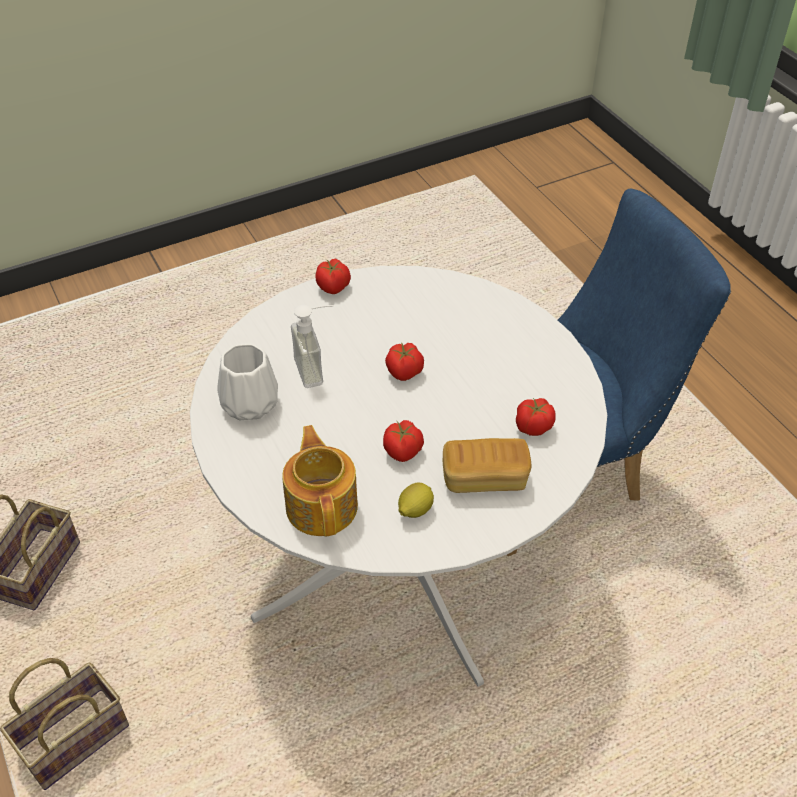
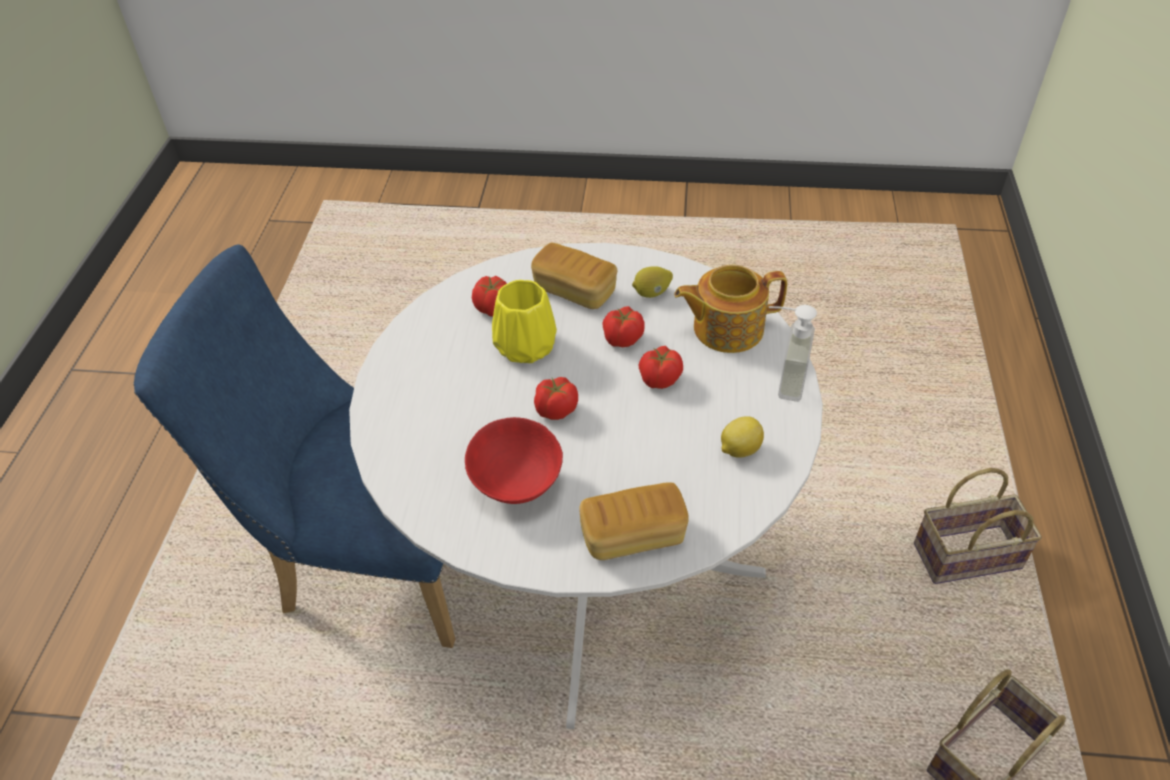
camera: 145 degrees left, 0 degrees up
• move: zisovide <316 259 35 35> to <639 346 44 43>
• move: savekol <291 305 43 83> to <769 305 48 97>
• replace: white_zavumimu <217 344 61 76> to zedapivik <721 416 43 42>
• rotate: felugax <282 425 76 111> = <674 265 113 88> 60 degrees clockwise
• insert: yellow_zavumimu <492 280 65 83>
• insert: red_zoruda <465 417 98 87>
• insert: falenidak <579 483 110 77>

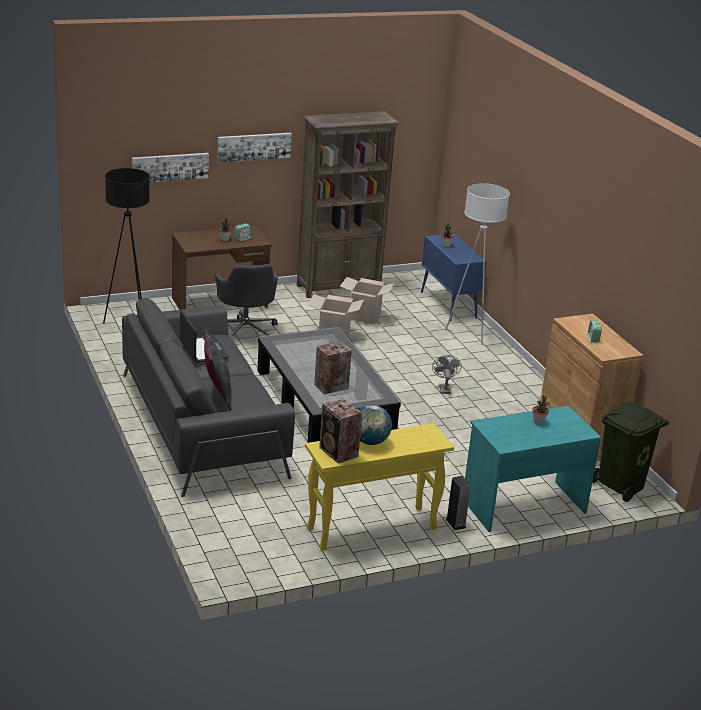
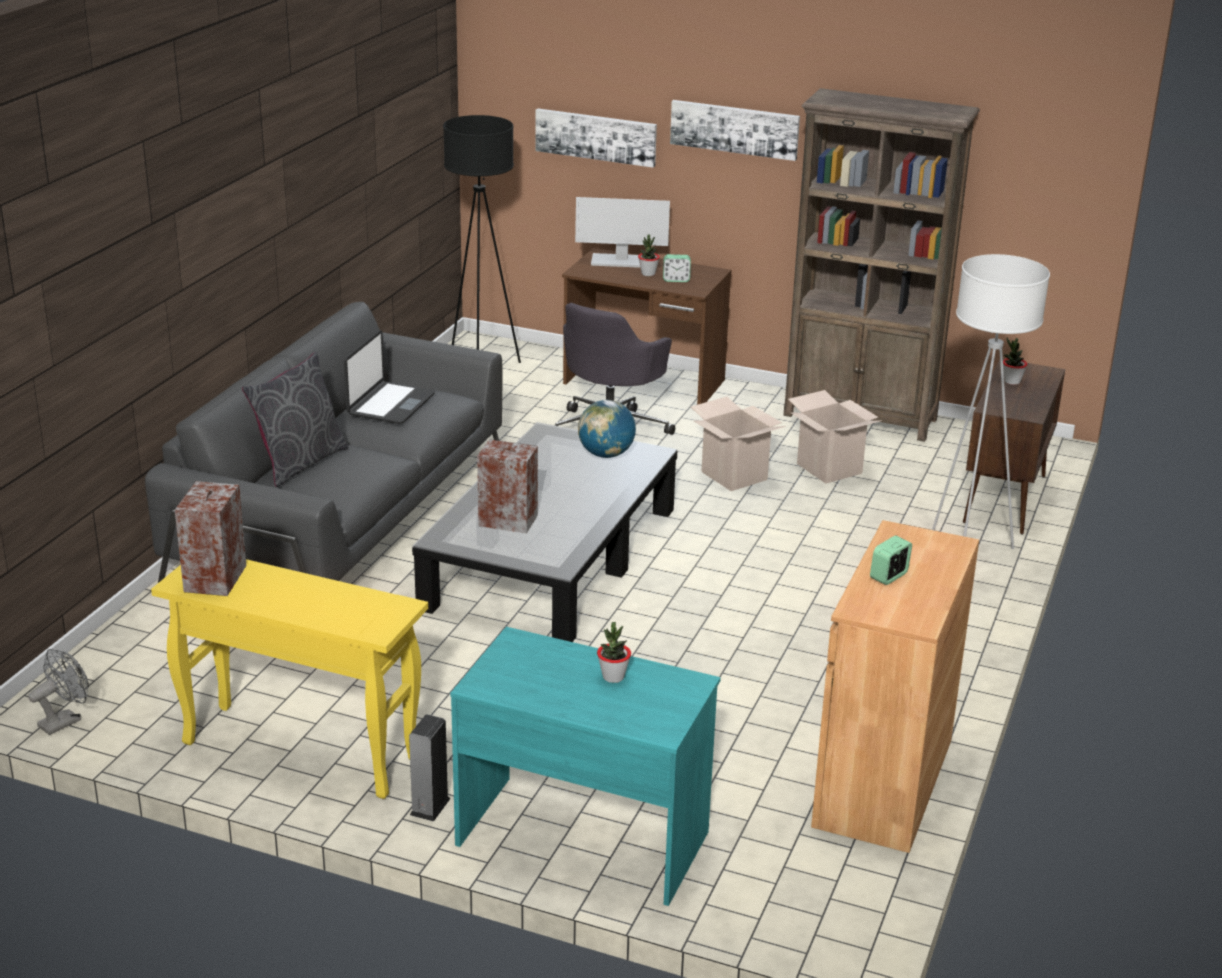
camera: 45 degrees right, 0 degrees up
• recolor: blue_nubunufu <421 233 66 89> to brown_nubunufu <963 359 102 176>
• move: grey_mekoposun <432 355 30 39> to <28 649 61 86>
• delete: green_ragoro <592 402 77 100>
• move: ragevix <359 405 33 40> to <578 400 58 58>
• insert: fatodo <575 197 95 71>

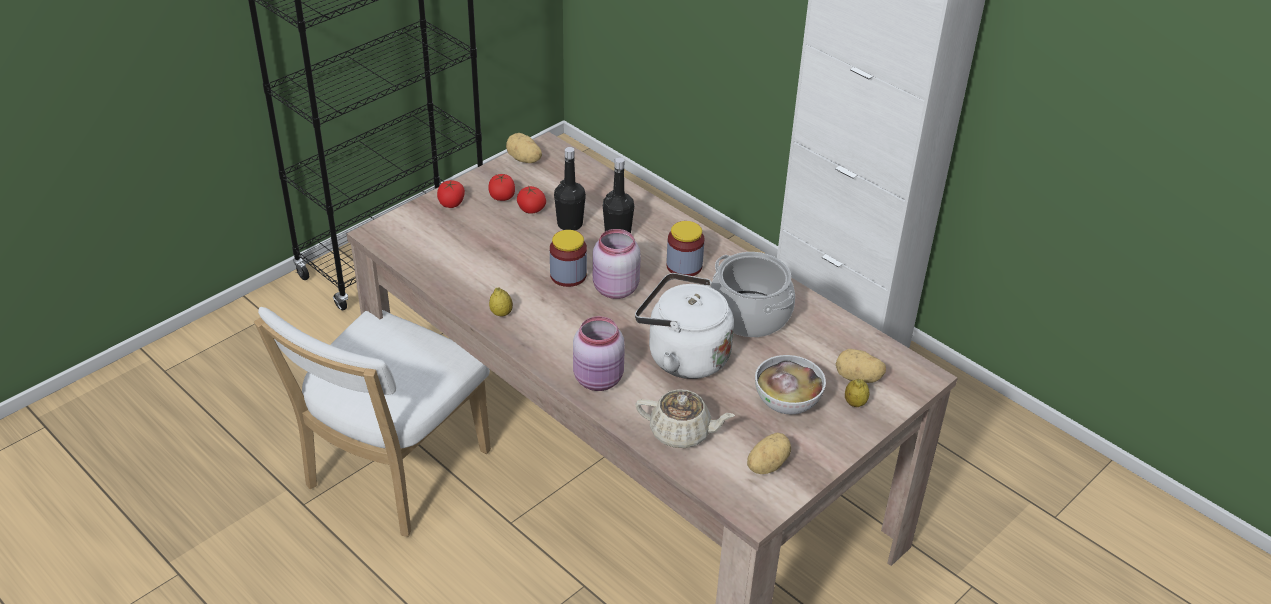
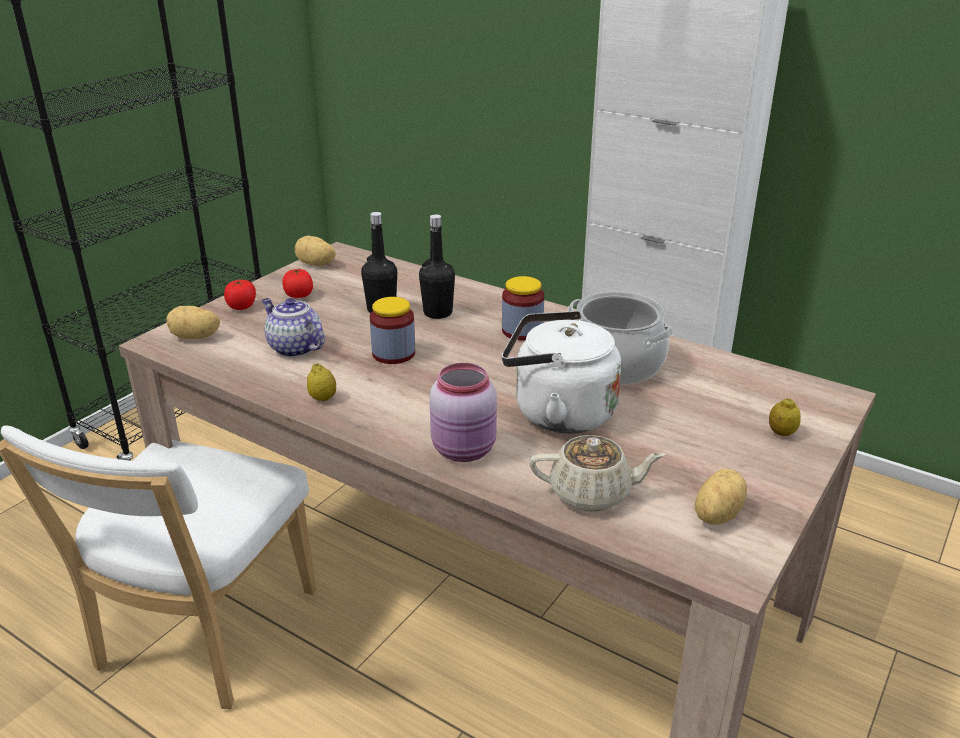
camera: 10 degrees left, 10 degrees down
• delete: zisovide <517 185 29 29>
• delete: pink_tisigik <593 229 48 70>
• move: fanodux <836 349 50 34> to <167 306 53 33>
• delete: zoruda <755 355 71 59>
• insert: felugax <262 298 63 59>

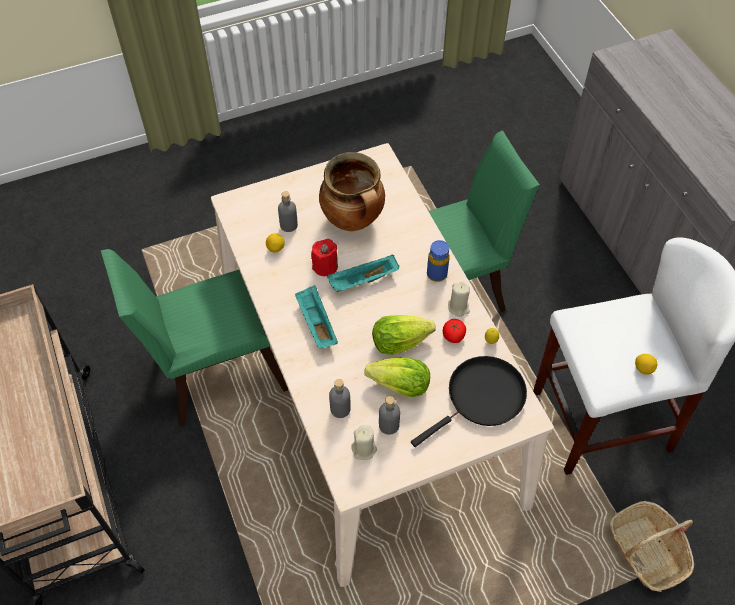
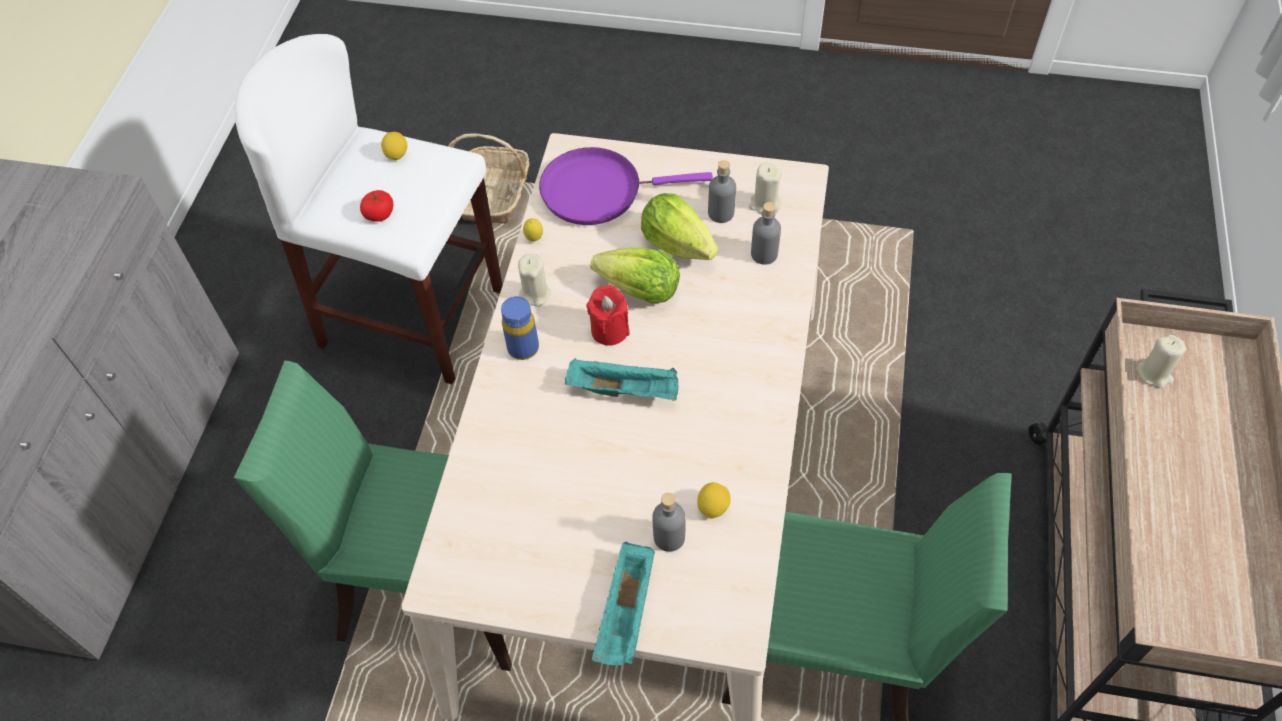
camera: 145 degrees left, 0 degrees up
• delete: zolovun <319 152 66 79>
• move: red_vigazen <311 239 27 38> to <586 285 44 61>
• move: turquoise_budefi <295 285 43 63> to <592 542 63 123>
• move: zisovide <443 319 23 24> to <360 190 33 32>
• recolor: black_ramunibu <411 356 116 91> to purple_ramunibu <539 147 174 78>
• insert: beige_vigazen <1137 334 49 54>

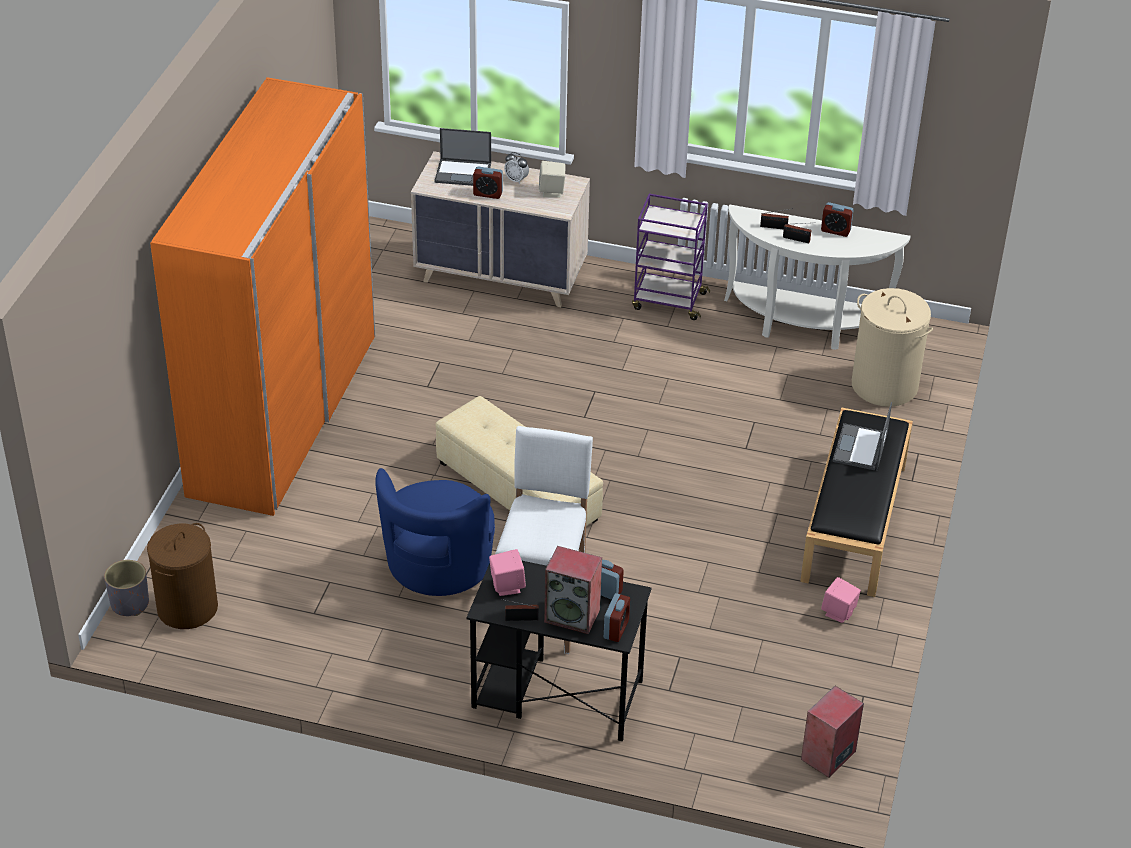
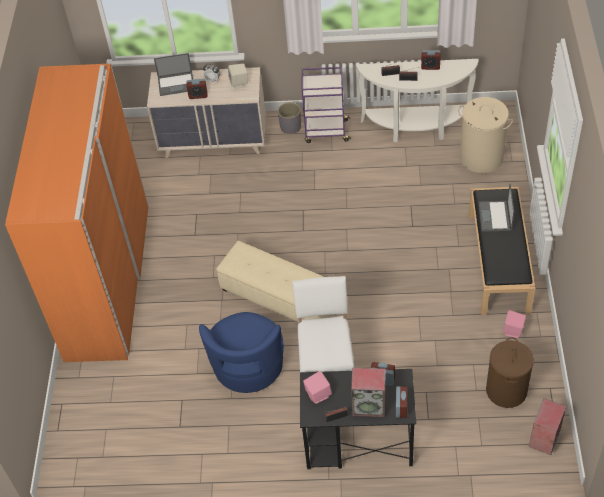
camera: 10 degrees left, 10 degrees up
• move: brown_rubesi <147 523 71 106> to <486 337 48 71>
• move: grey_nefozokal <104 560 45 56> to <278 102 23 32>

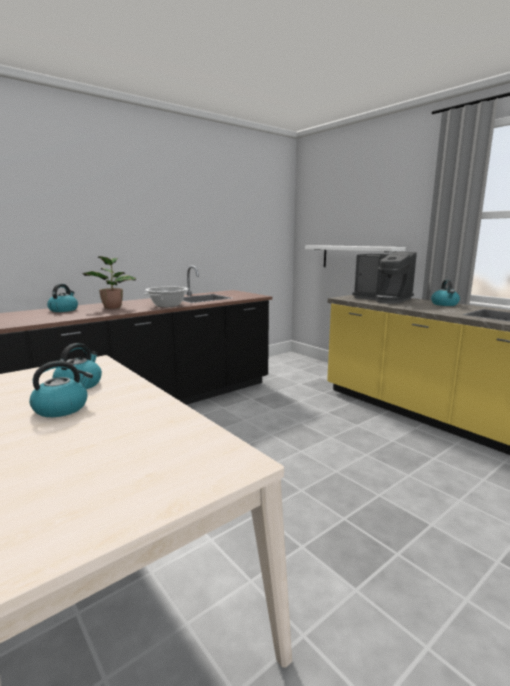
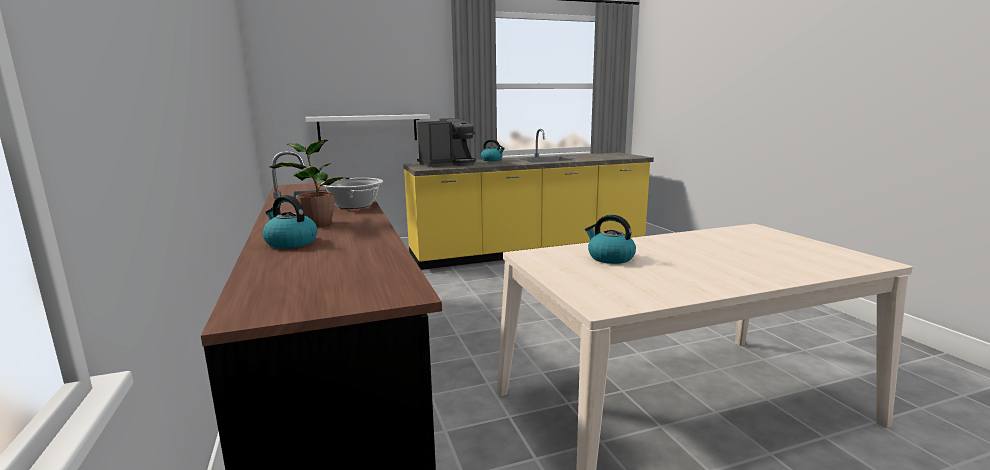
camera: 70 degrees left, 0 degrees up
• delete: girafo <30 361 63 56>

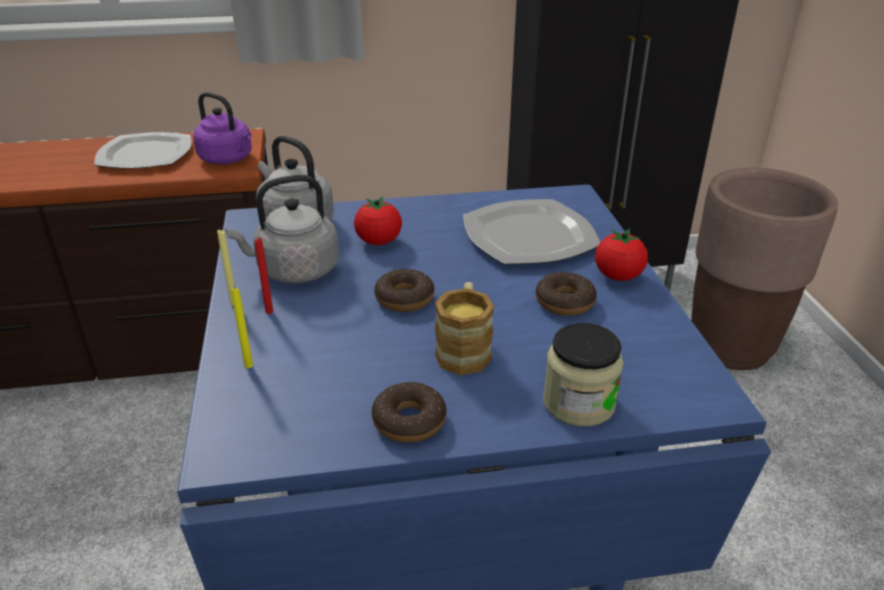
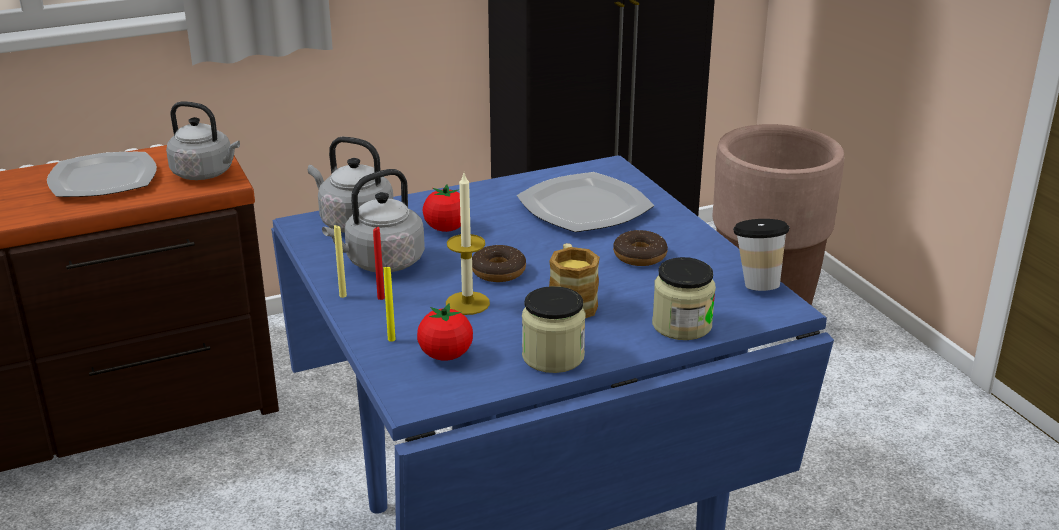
camera: 15 degrees left, 5 degrees down
• recolor: purple_girafo <193 92 59 72> to grey_girafo <166 101 74 79>
• move: zisovide <595 229 53 52> to <417 303 56 58>
• replace: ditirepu <372 381 74 62> to tisigik <522 286 64 87>
• insert: vigazen <446 173 44 142>
• insert: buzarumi <733 219 56 72>

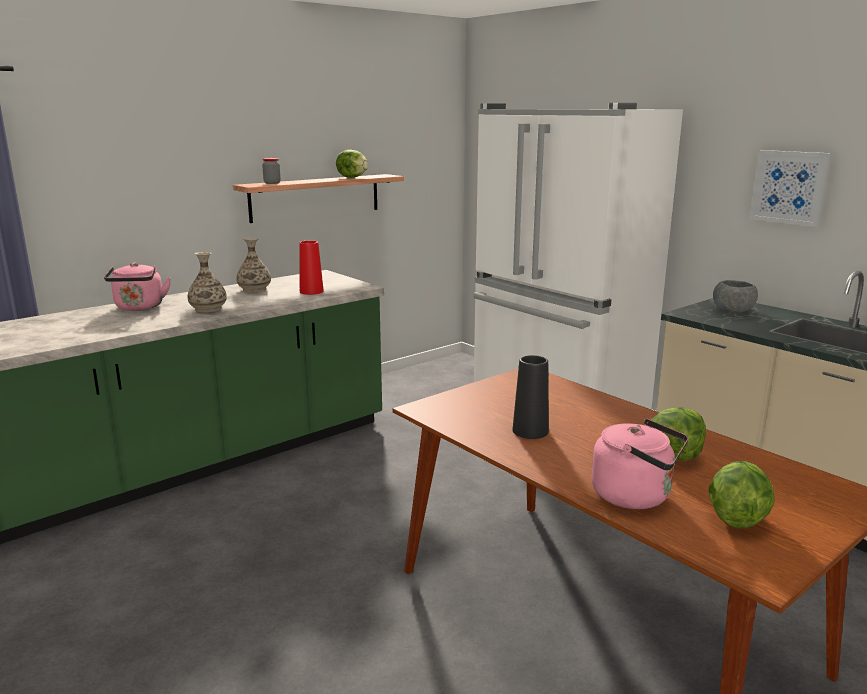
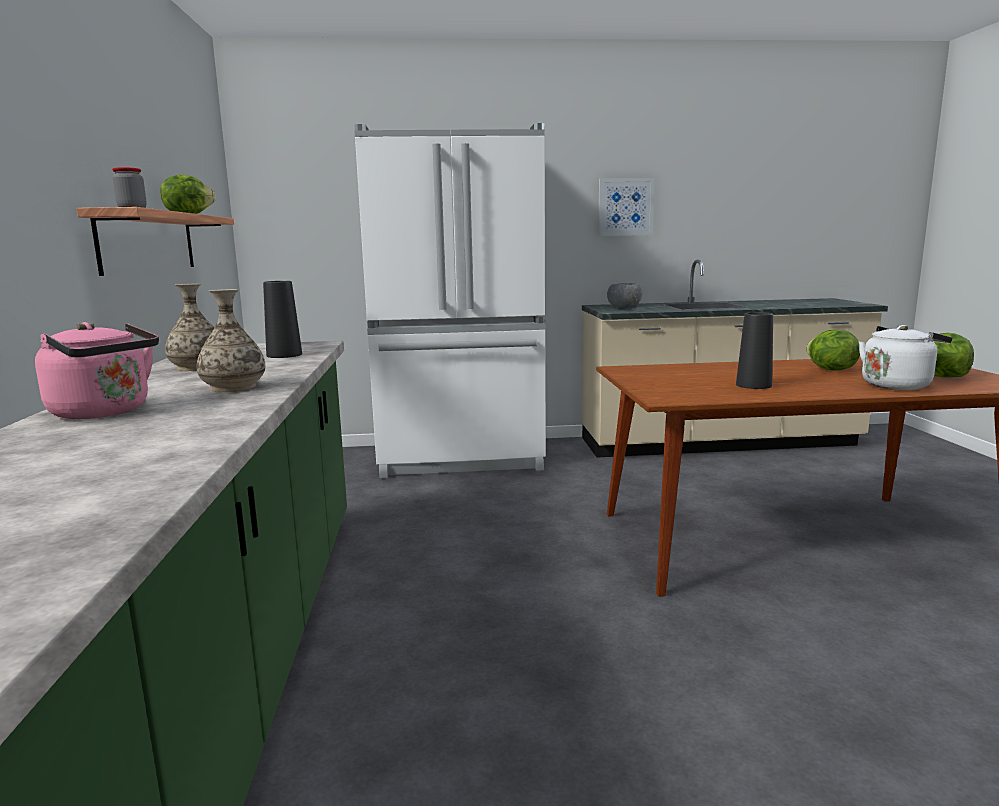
camera: 55 degrees left, 5 degrees down
• recolor: red_zavumimu <299 241 25 54> to black_zavumimu <263 281 39 77>
• recolor: pink_girafo <592 419 96 90> to white_girafo <859 325 93 65>

